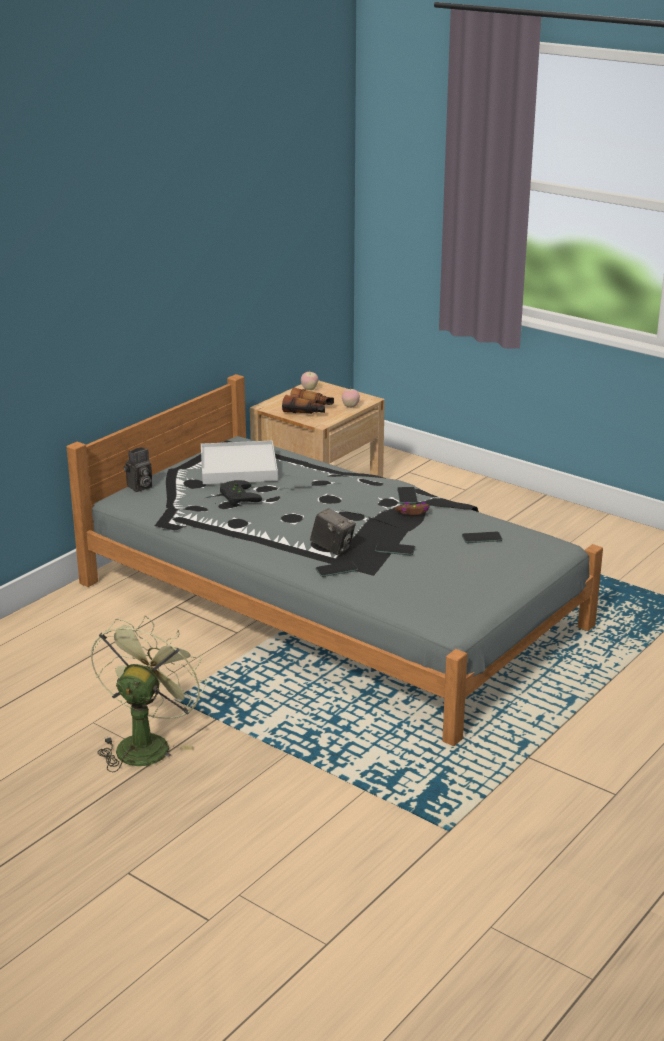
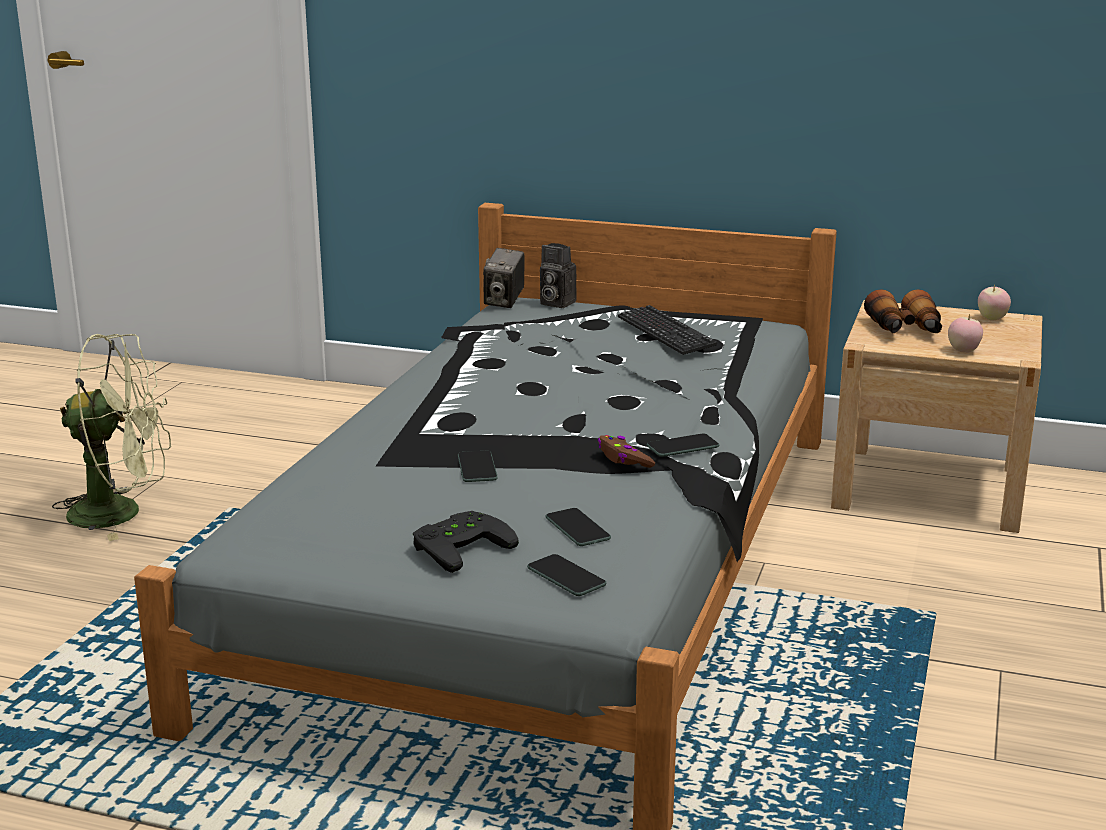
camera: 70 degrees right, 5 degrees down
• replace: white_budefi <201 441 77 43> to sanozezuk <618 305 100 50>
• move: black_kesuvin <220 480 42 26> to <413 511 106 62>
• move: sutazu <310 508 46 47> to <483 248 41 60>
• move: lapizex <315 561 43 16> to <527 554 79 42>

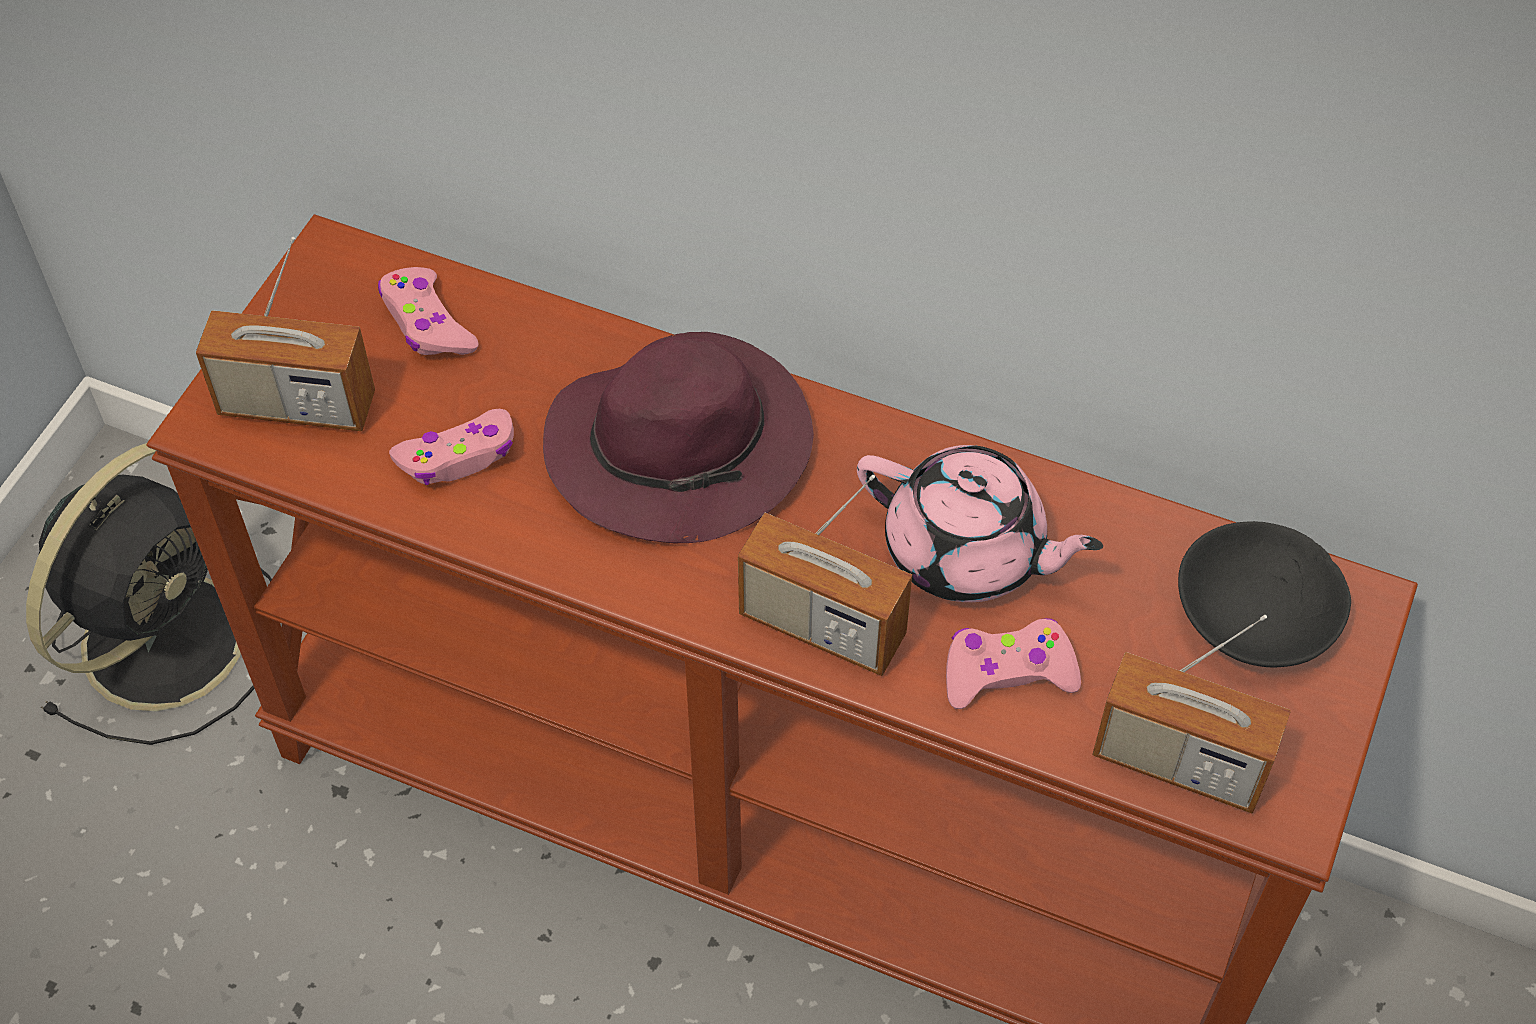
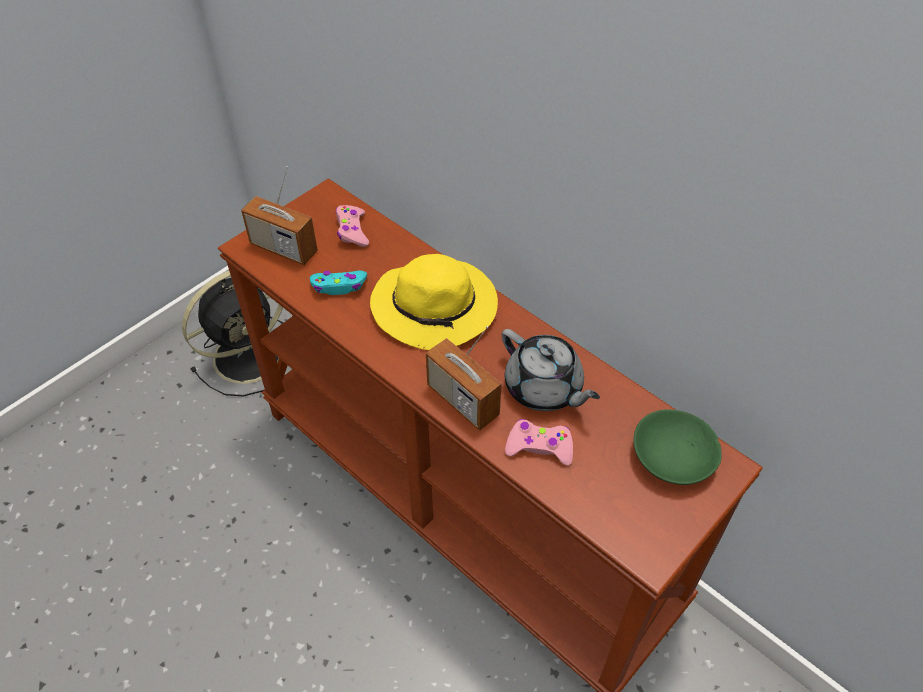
camera: 20 degrees right, 5 degrees down
• recolor: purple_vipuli <543 332 271 211> to yellow_vipuli <370 254 128 96>
• recolor: pink_kesuvin <389 409 125 76> to turquoise_kesuvin <310 271 57 24>
• recolor: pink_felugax <857 445 246 157> to grey_felugax <501 329 99 82>
• recolor: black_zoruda <1178 521 173 146> to green_zoruda <634 409 88 76>
• delete: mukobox <1093 615 198 198>

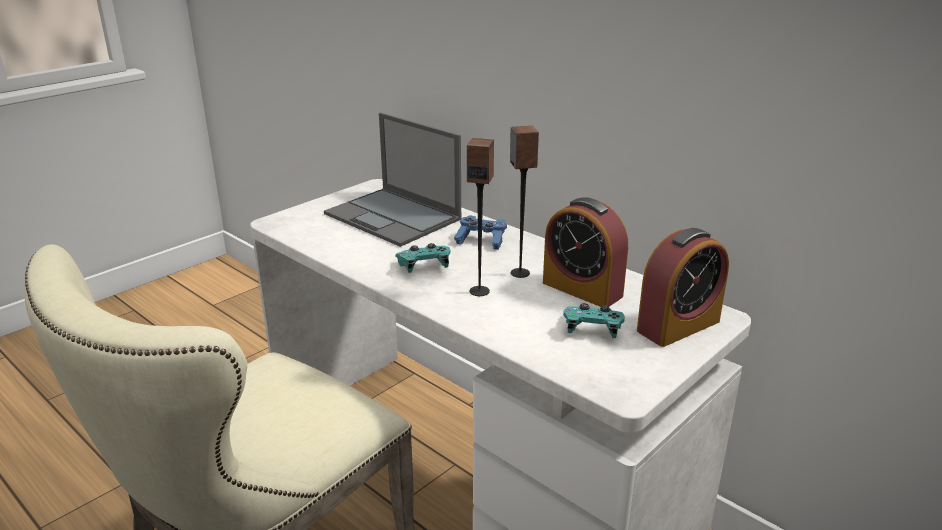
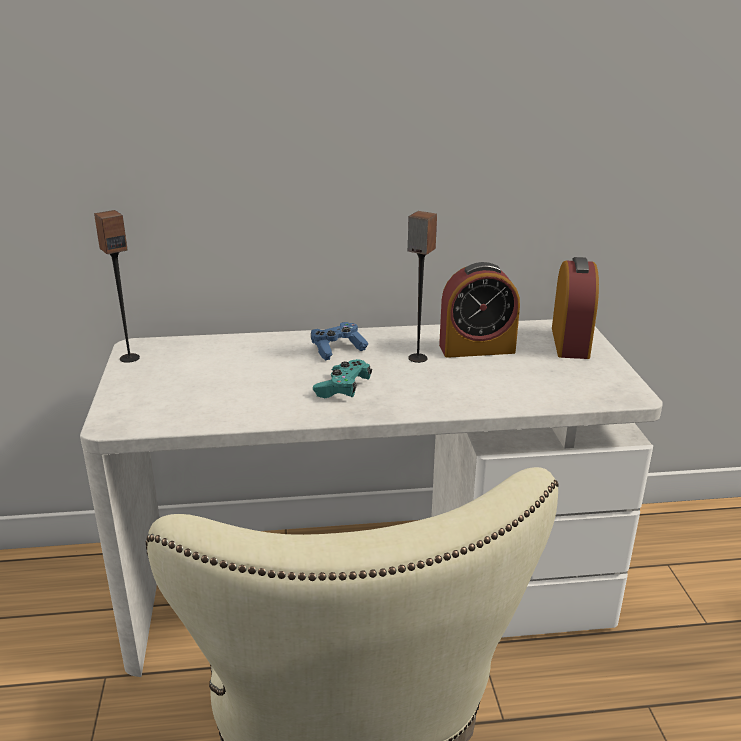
camera: 50 degrees left, 0 degrees up
• delete: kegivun <324 113 138 134>
• move: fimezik <467 138 27 158> to <94 210 46 153>
• delete: turquoise_kesuvin <563 303 62 35>

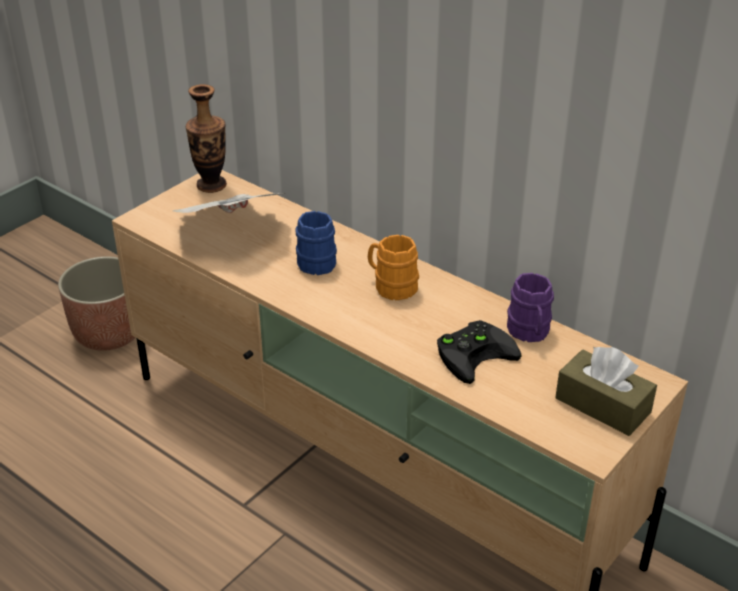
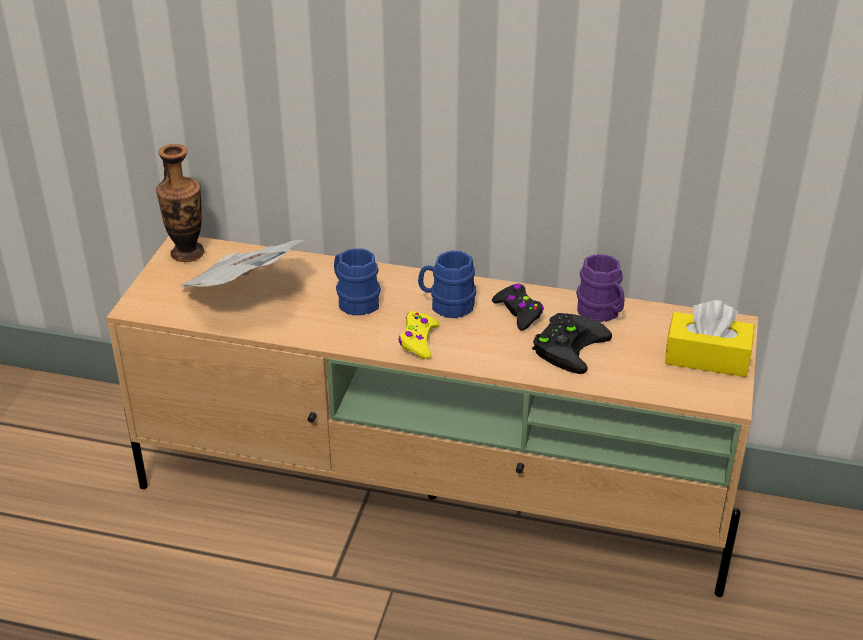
camera: 25 degrees left, 0 degrees up
• recolor: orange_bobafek <368 235 51 65> to blue_bobafek <418 250 58 68>
• delete: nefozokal <58 256 77 95>
• recolor: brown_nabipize <555 347 102 89> to yellow_nabipize <665 300 90 77>
• insert: black_kesuvin <492 284 52 47>
• insert: yellow_kesuvin <399 311 41 48>

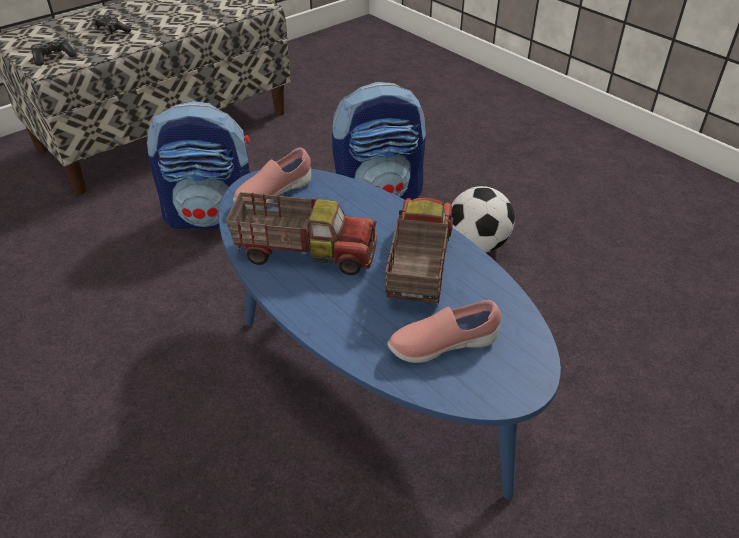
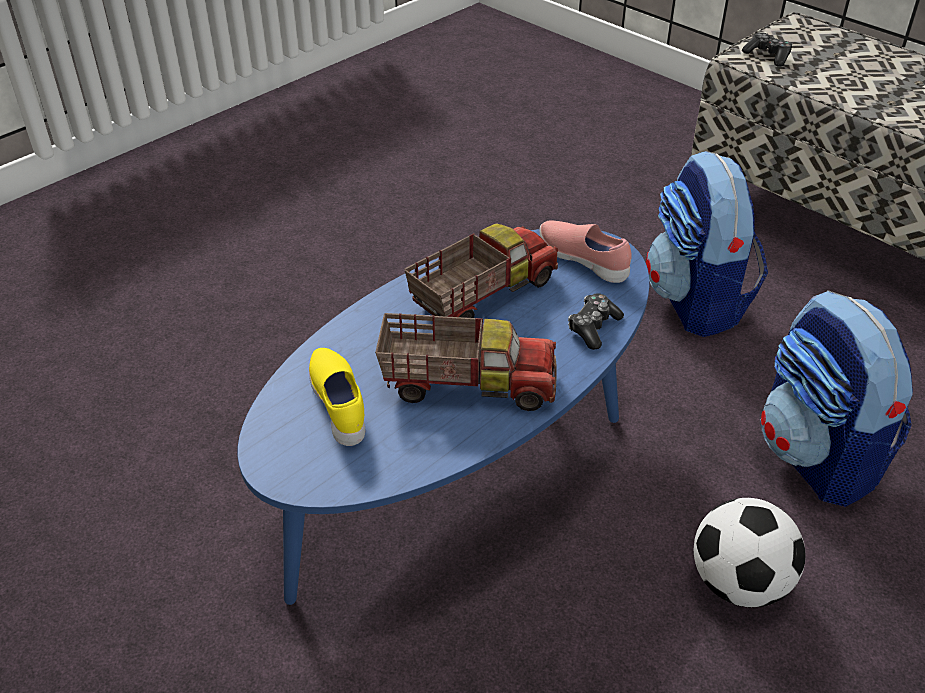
camera: 85 degrees right, 0 degrees up
• move: kesuvin <92 13 39 22> to <568 293 56 57>
• rotate: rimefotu <225 192 152 83> = <404 223 154 95> 135 degrees counterclockwise
• recolor: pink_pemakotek <387 300 114 63> to yellow_pemakotek <309 348 56 98>

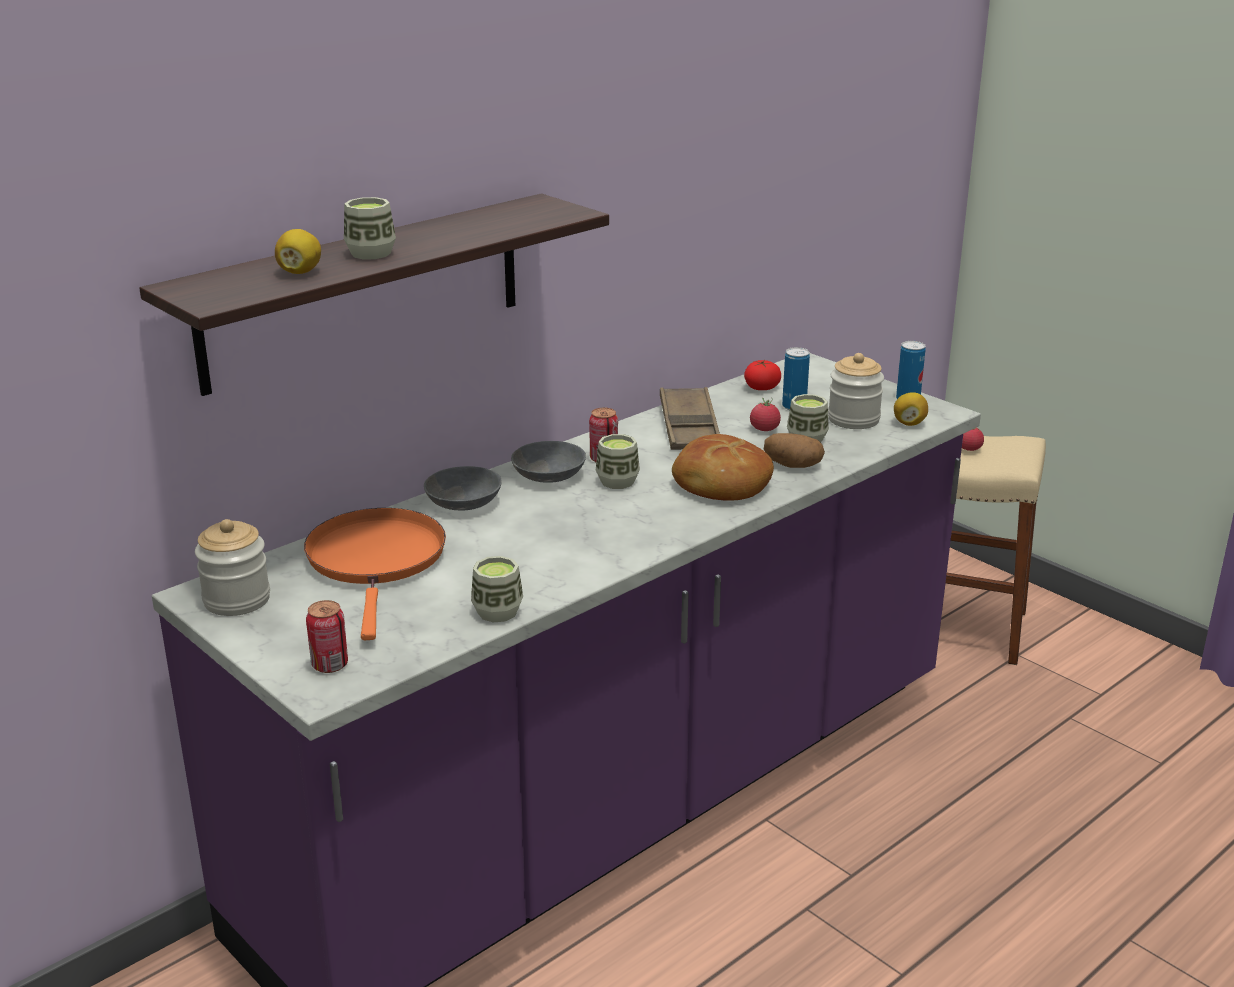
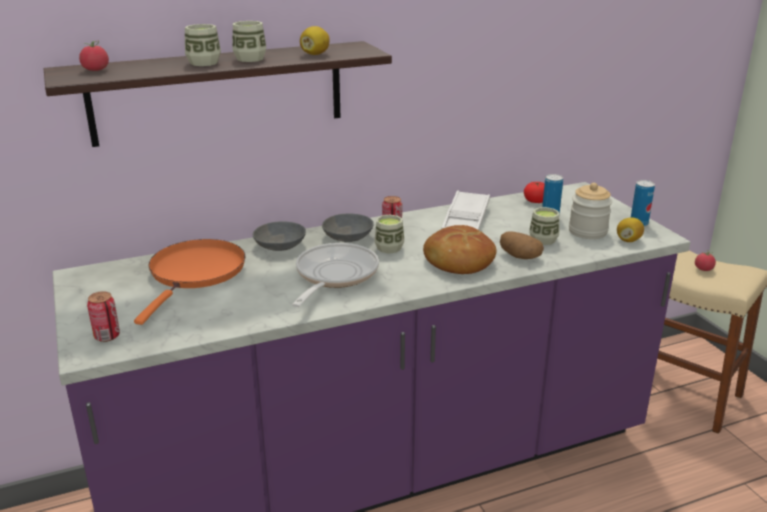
camera: 20 degrees right, 0 degrees up
• move: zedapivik <275 229 46 45> to <300 26 30 29>
• recolor: brown_budefi <660 387 60 63> to white_budefi <441 190 49 40>
• move: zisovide <750 398 31 33> to <79 40 30 31>
• delete: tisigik <195 519 75 97>
• move: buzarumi <471 556 52 66> to <232 21 34 41>
• insert: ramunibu <292 243 87 64>

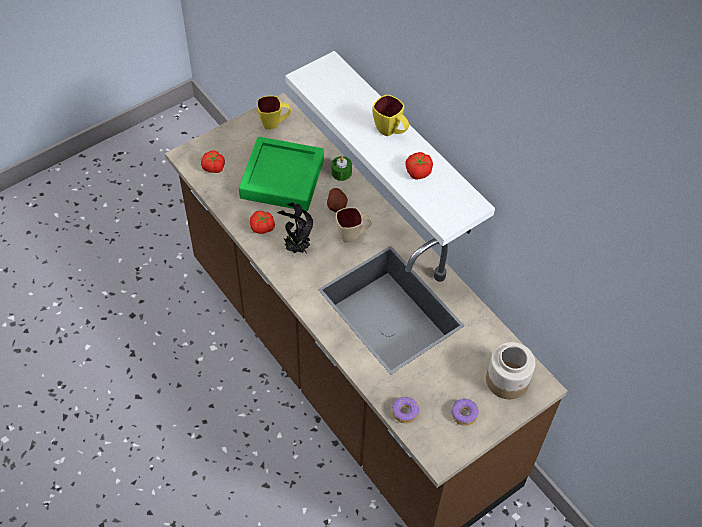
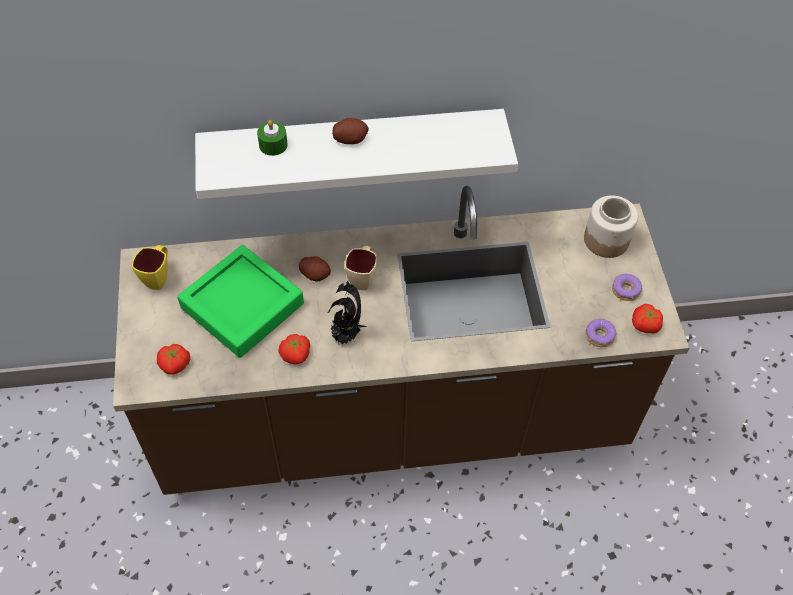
camera: 60 degrees left, 0 degrees up
• replace: yellow_bobafek <372 95 37 41> to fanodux <332 118 37 26>
• move: zisovide <405 152 28 28> to <632 304 31 30>
• move: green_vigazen <331 156 21 25> to <257 120 31 36>

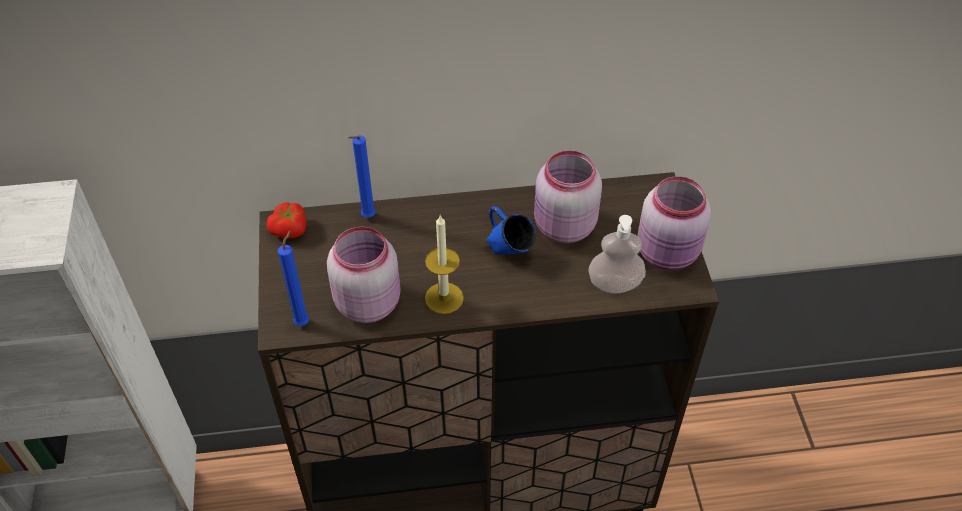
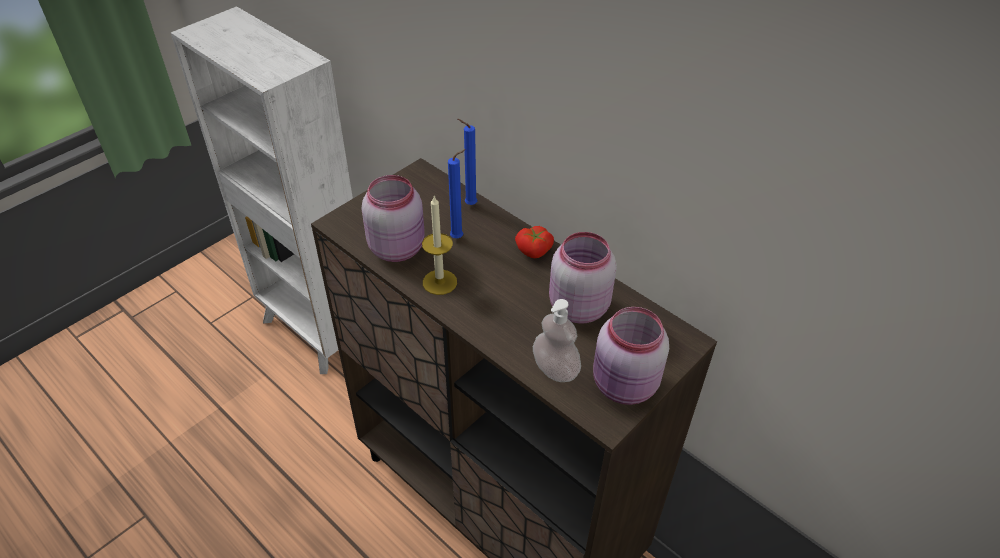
camera: 50 degrees right, 5 degrees down
• move: zisovide <267 202 40 37> to <515 226 39 32>
• delete: blue_bobafek <486 206 50 49>
• move: blue_vigazen <278 230 31 96> to <448 149 17 89>

